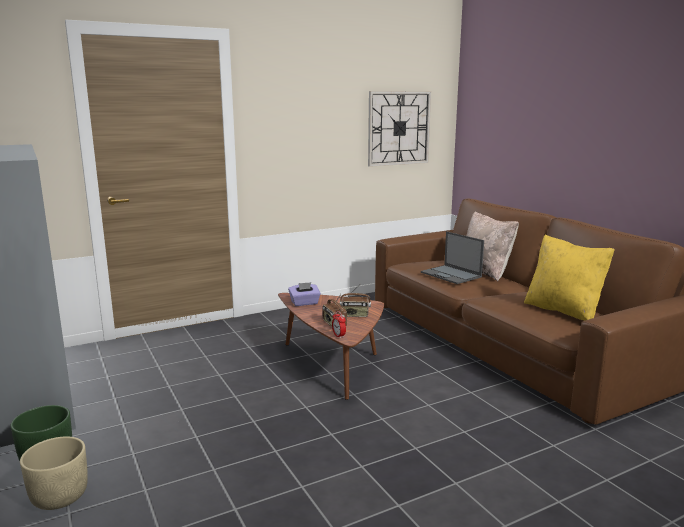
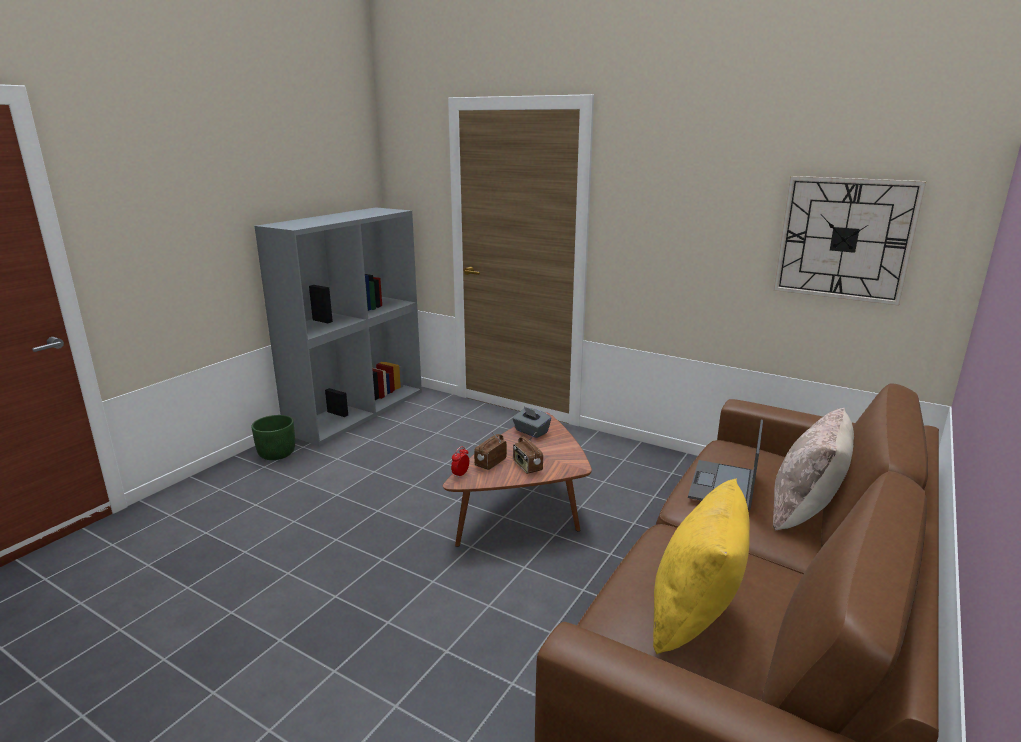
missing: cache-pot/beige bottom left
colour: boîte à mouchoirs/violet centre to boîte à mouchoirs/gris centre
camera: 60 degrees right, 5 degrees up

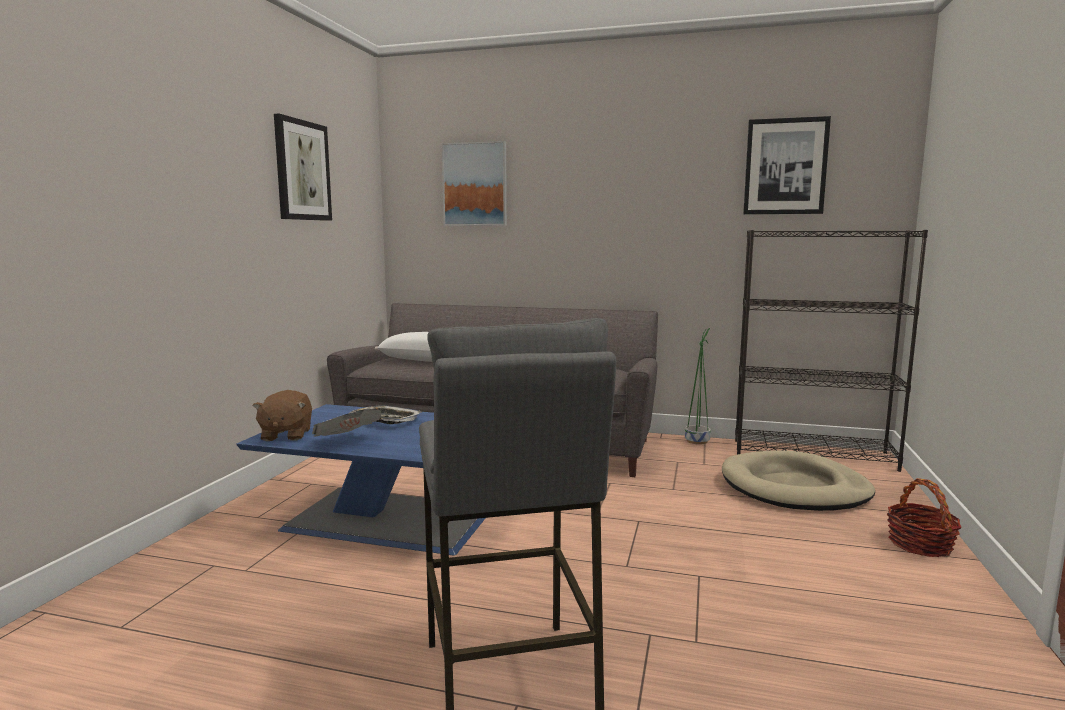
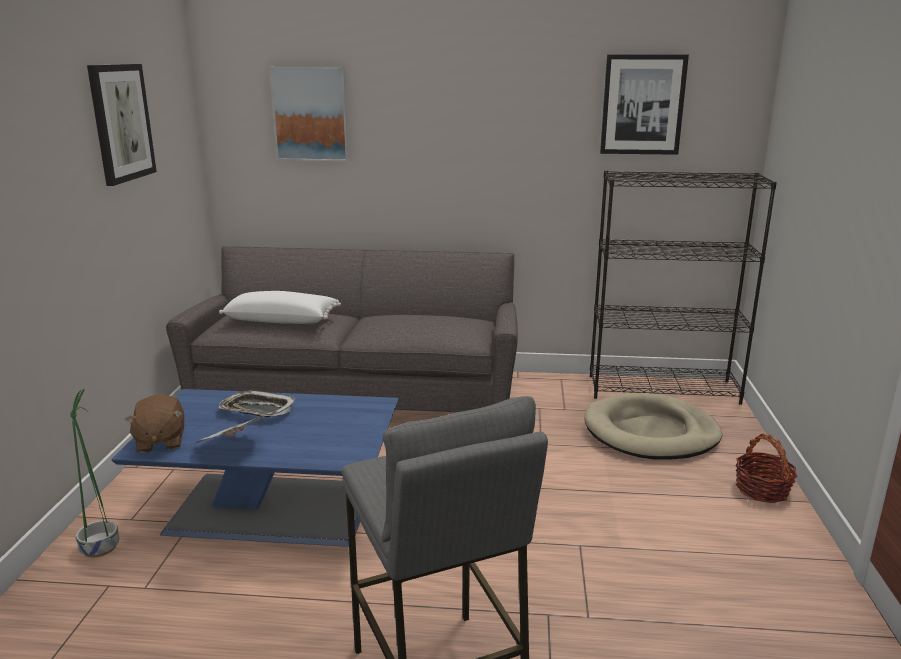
relocated: cache-pot/vert centre to bottom left
camera: 10 degrees left, 10 degrees up

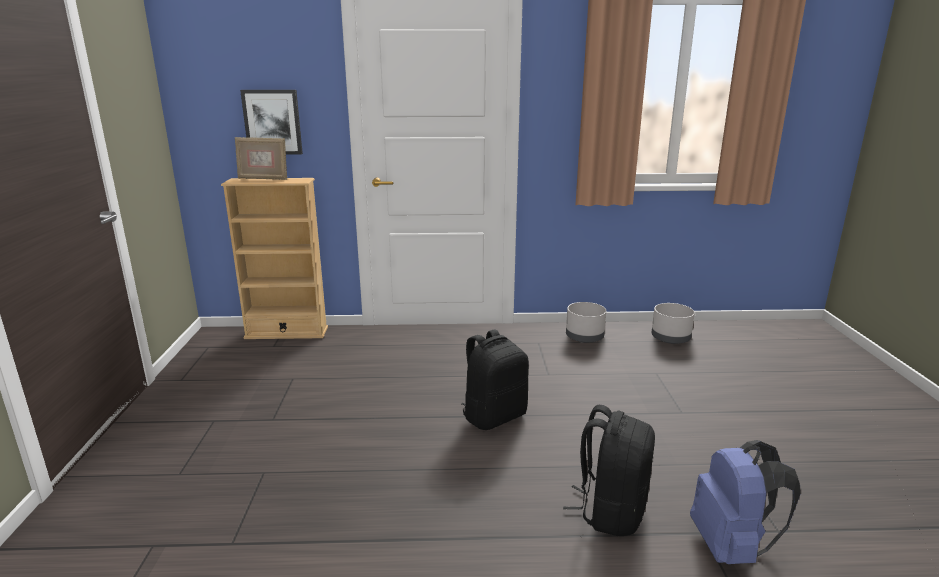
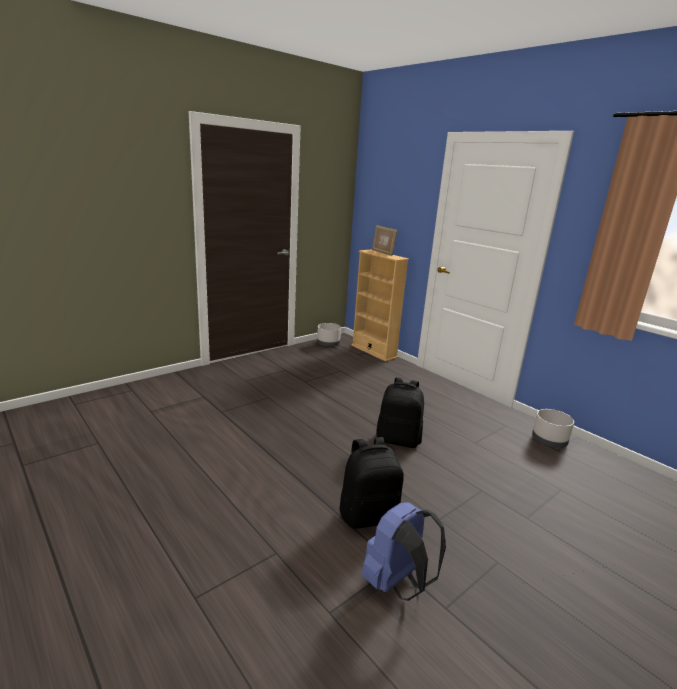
missing: tableau top left
relocated: cache-pot/gris (no. 2 from left in the first image) middle right to cache-pot/gris (no. 1 from left) centre
camera: 50 degrees right, 0 degrees up

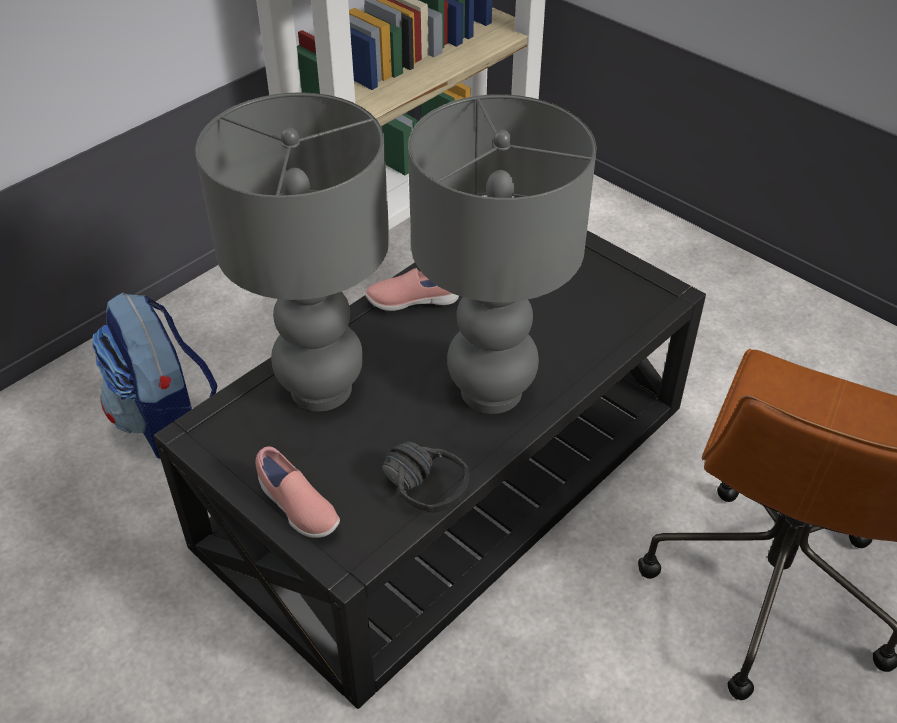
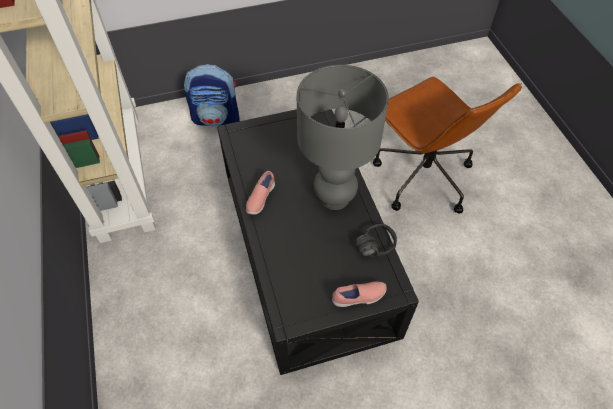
missing: lampe de table/gris (no. 1 from left) middle left
relocated: sac à dos middle left to top centre
camera: 60 degrees left, 10 degrees up

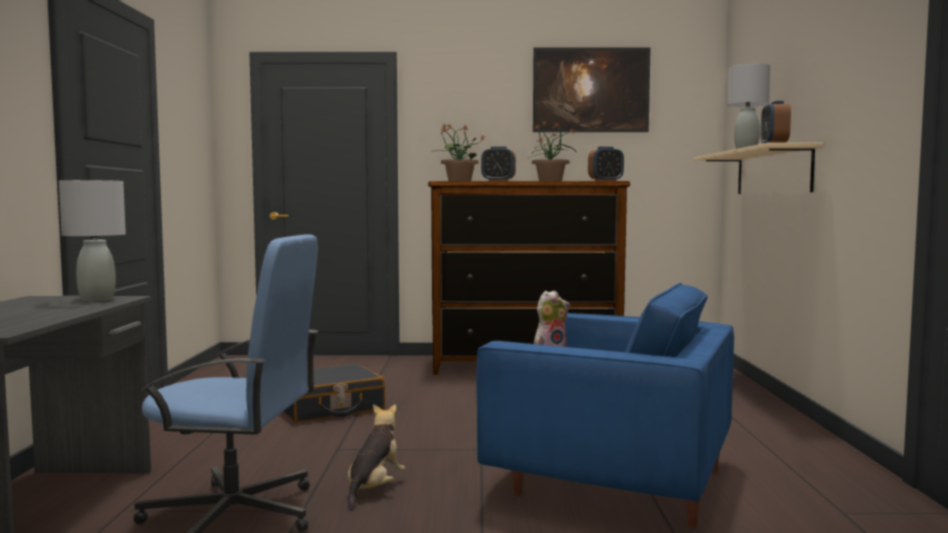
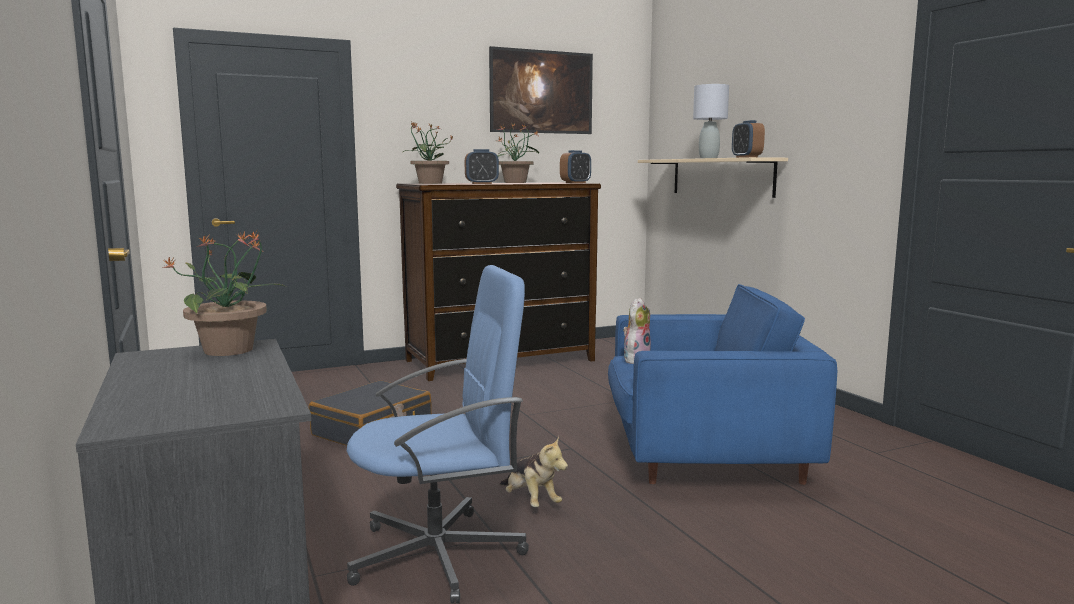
exchanged: lampe de table/gris (no. 1 from left) middle left to plante en pot (no. 1 from left) middle left
spun: peluche (no. 1 from left) bottom centre = bottom centre 150 degrees clockwise
camera: 25 degrees left, 5 degrees up

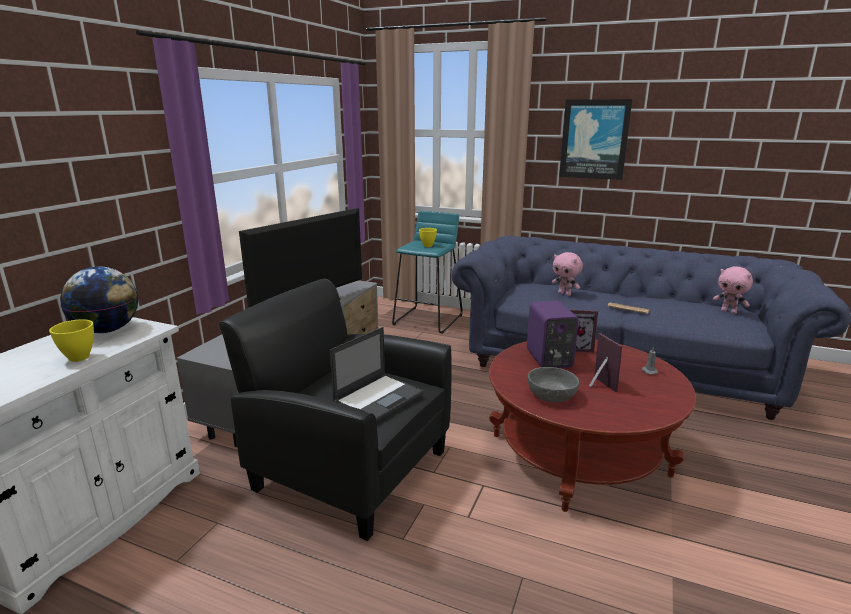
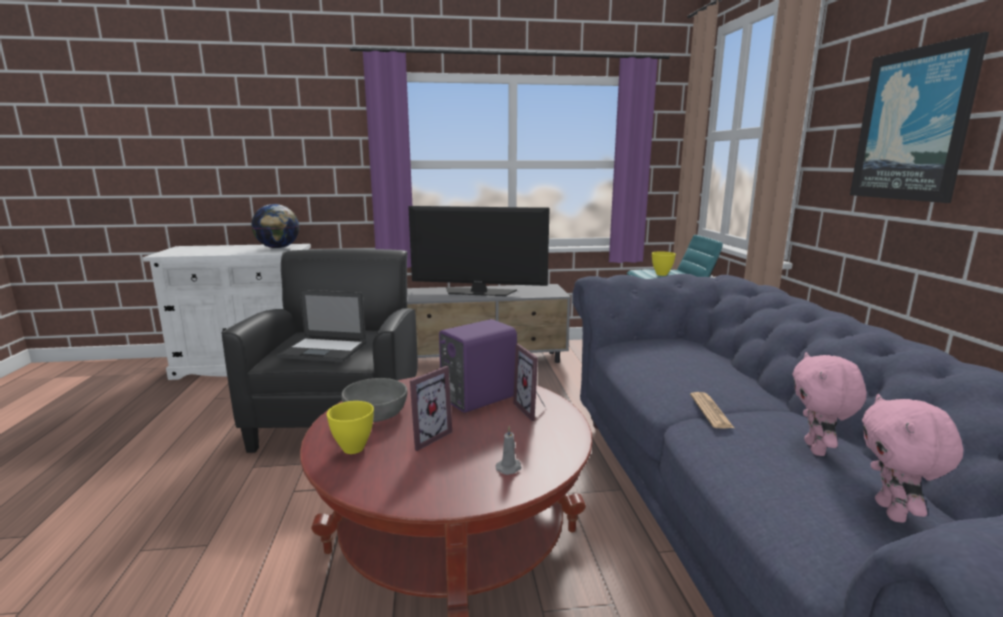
relocated: bol/jaune (no. 1 from left) middle left to bottom centre; peluche/rose (no. 1 from left) centre to middle right
camera: 60 degrees right, 5 degrees down

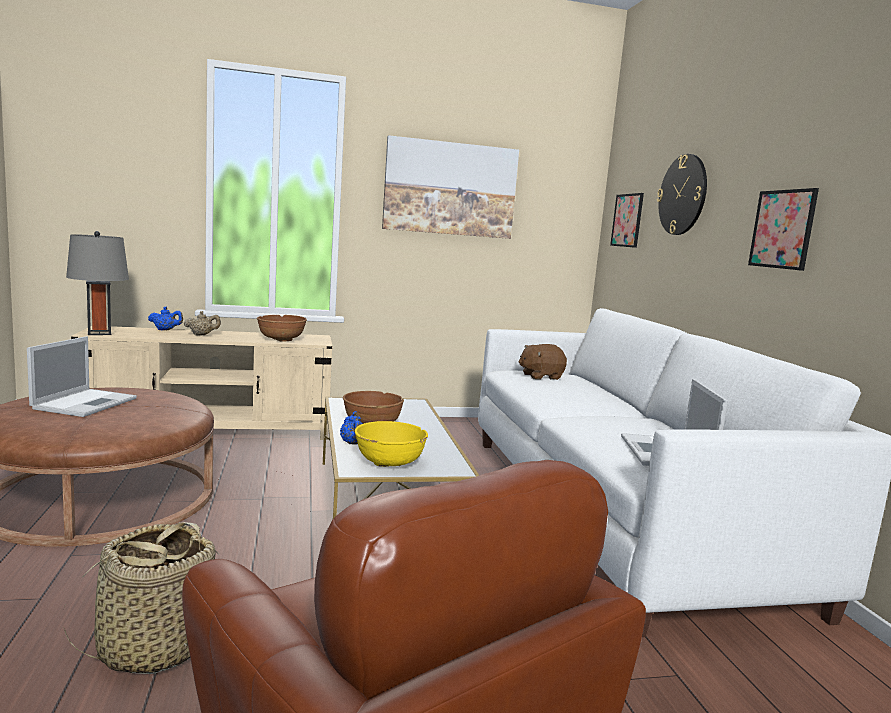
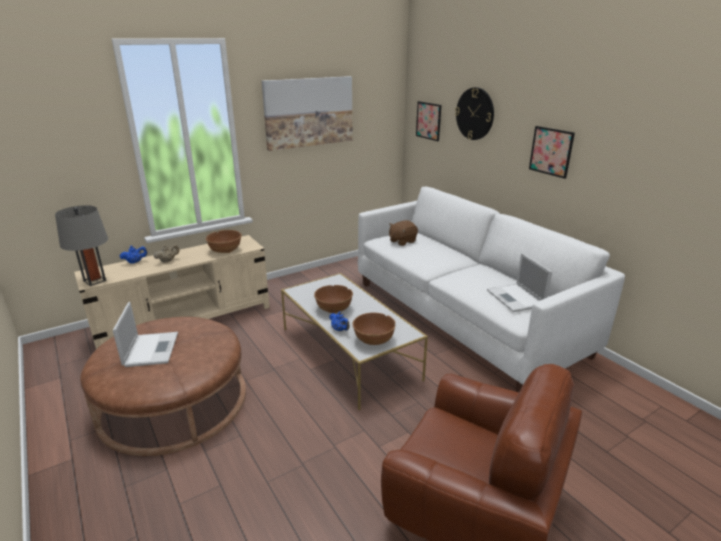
missing: panier bottom left
colour: bol/jaune centre to bol/marron (no. 3 from left) centre
camera: 20 degrees left, 15 degrees up

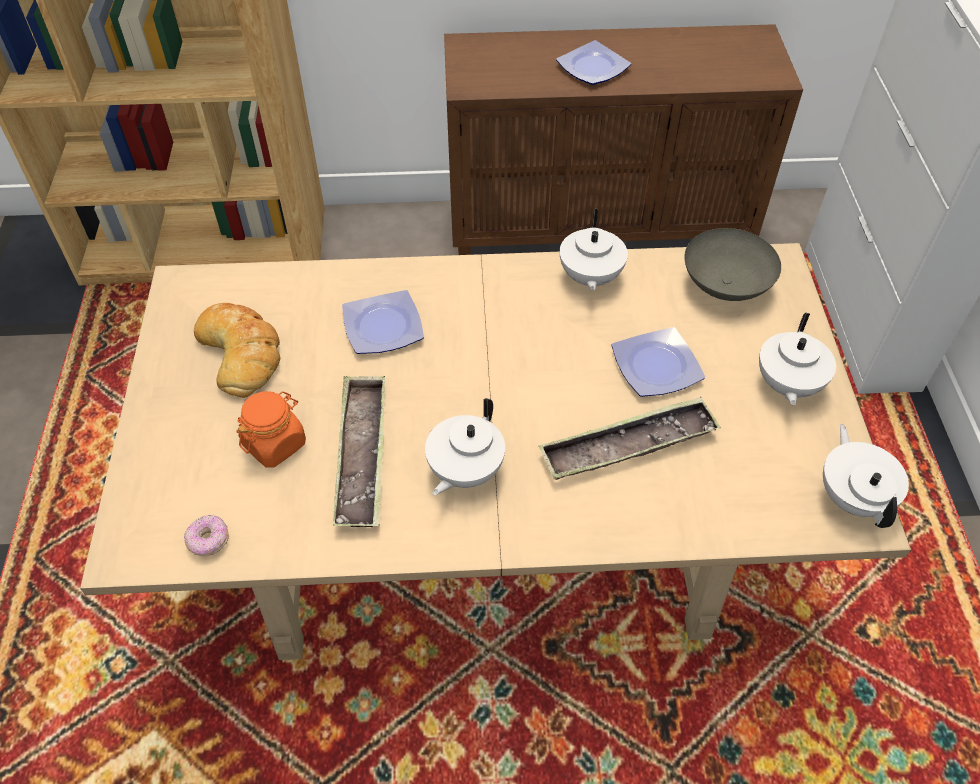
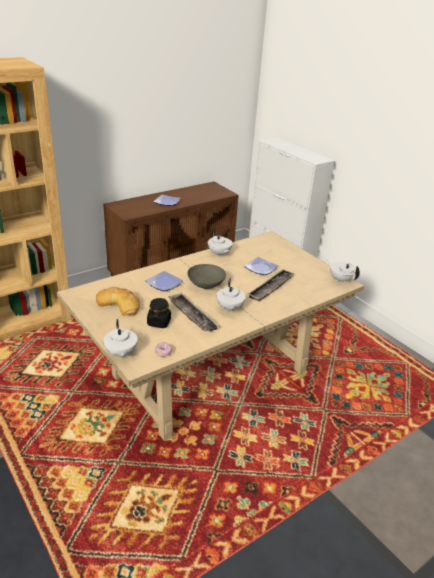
relocated: bol/gris middle right to centre; théière/blanc (no. 3 from left in the first image) middle right to théière/blanc (no. 1 from left) middle left
colour: bocal/orange middle left to bocal/noir centre
camera: 35 degrees left, 20 degrees down

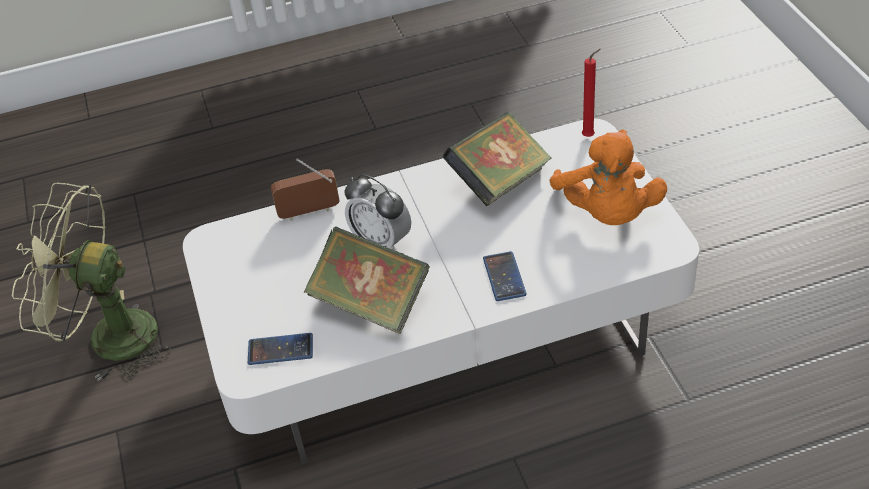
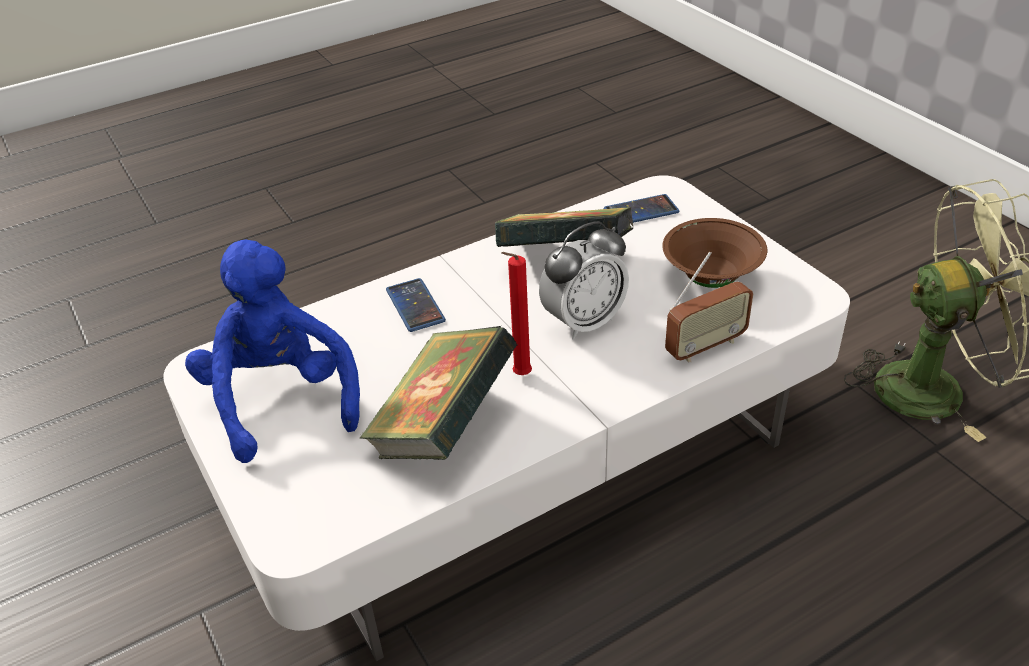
appeared: bol/marron middle right
relocated: bougie/rouge top right to centre
colour: peluche/orange middle right to peluche/bleu middle left
spun: réveil centre = centre 120 degrees clockwise
camera: 165 degrees right, 5 degrees down

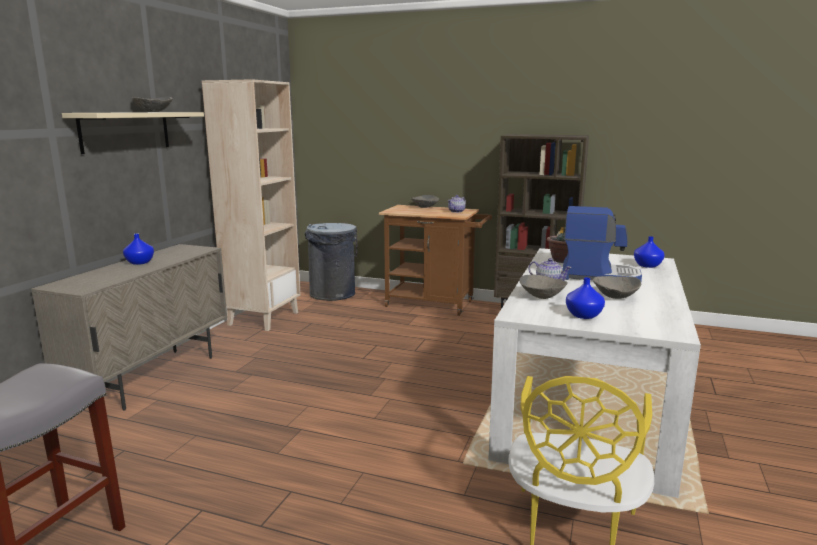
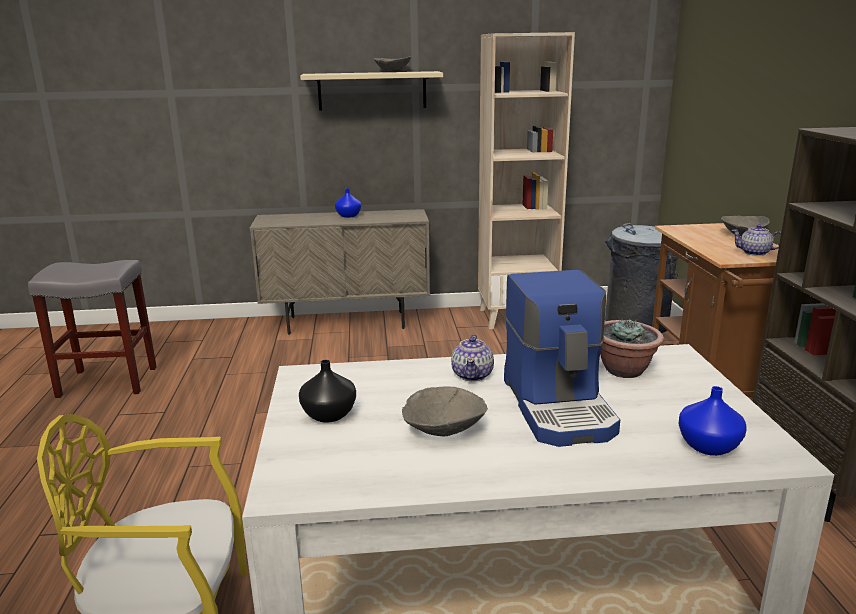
missing: bol/gris (no. 3 from left) centre
colour: vase/bleu (no. 2 from left) middle right to vase/noir centre
camera: 65 degrees right, 5 degrees up

